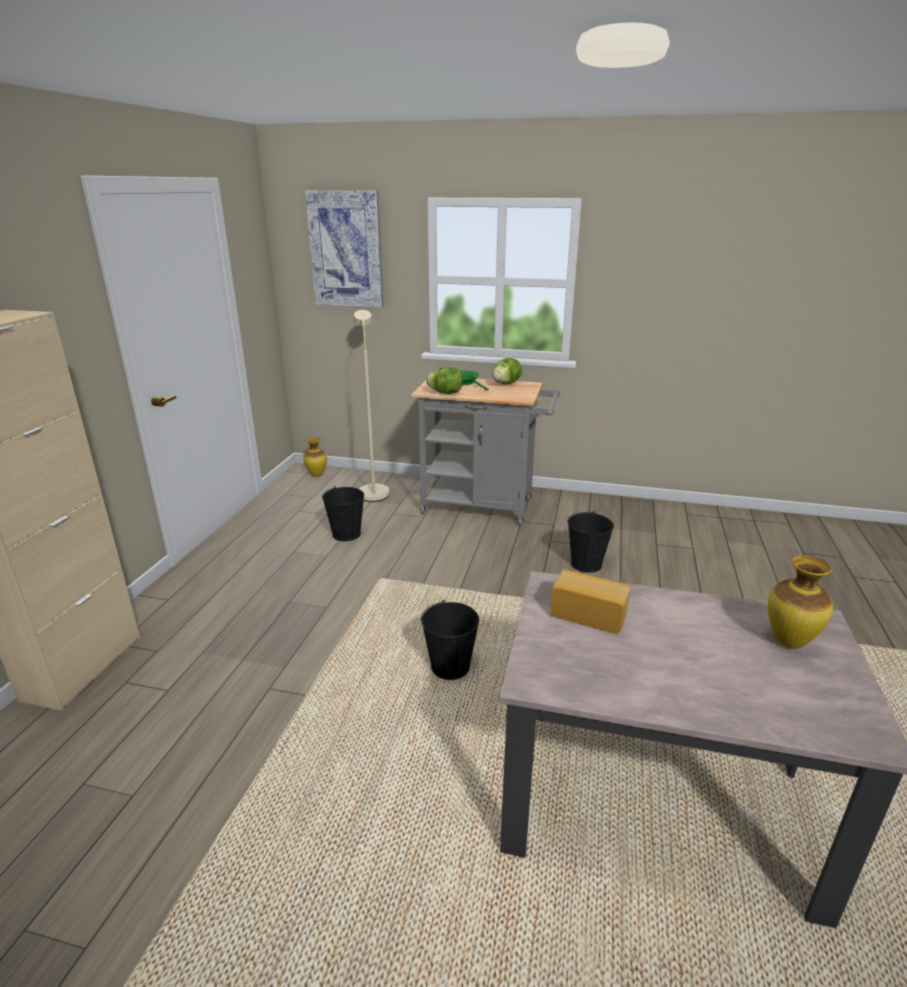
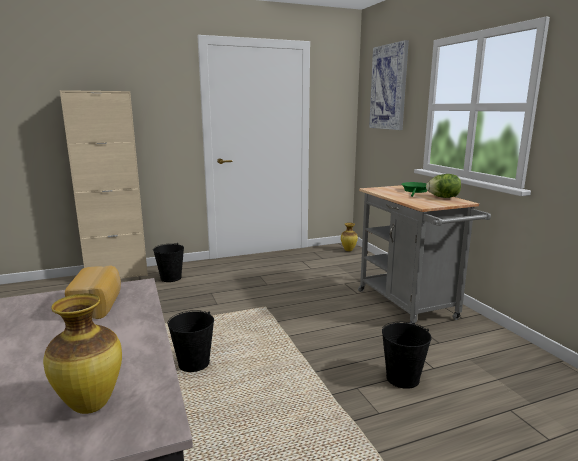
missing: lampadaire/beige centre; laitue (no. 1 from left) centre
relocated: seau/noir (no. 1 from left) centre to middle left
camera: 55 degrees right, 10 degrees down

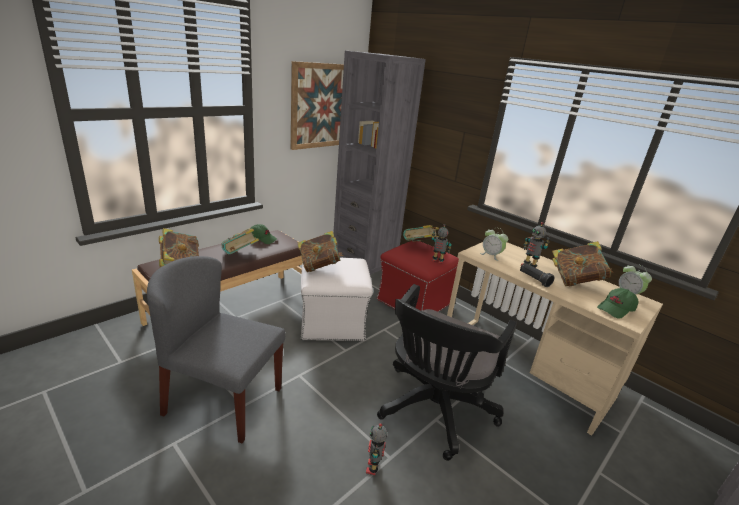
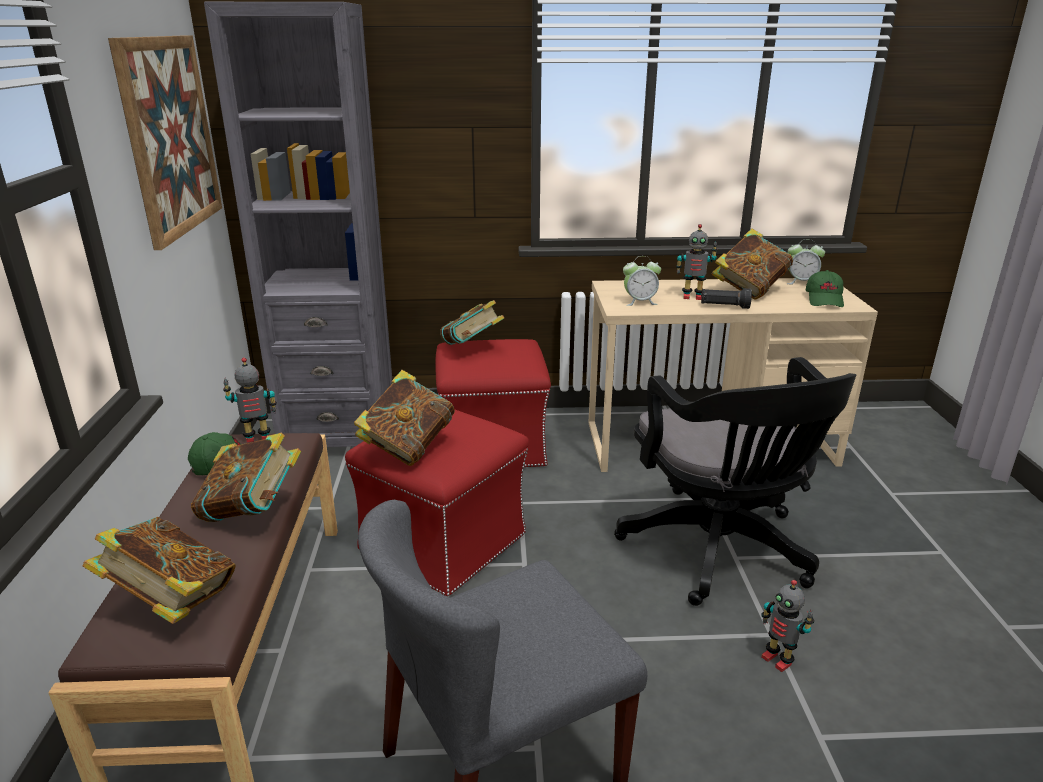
relocated: robot jouet (no. 2 from left in the first image) centre to robot jouet (no. 1 from left) middle left
colour: pouf/blanc centre to pouf/rouge (no. 1 from left) centre
camera: 45 degrees left, 0 degrees up

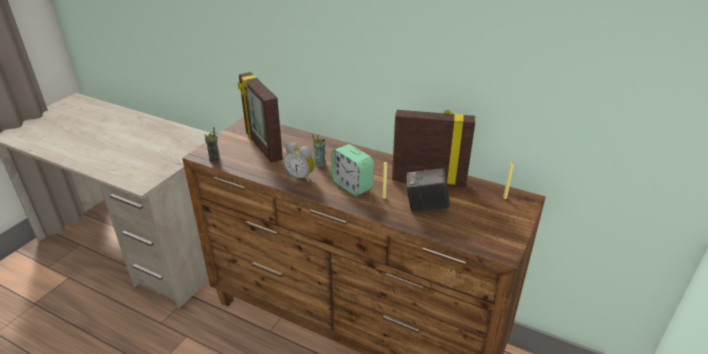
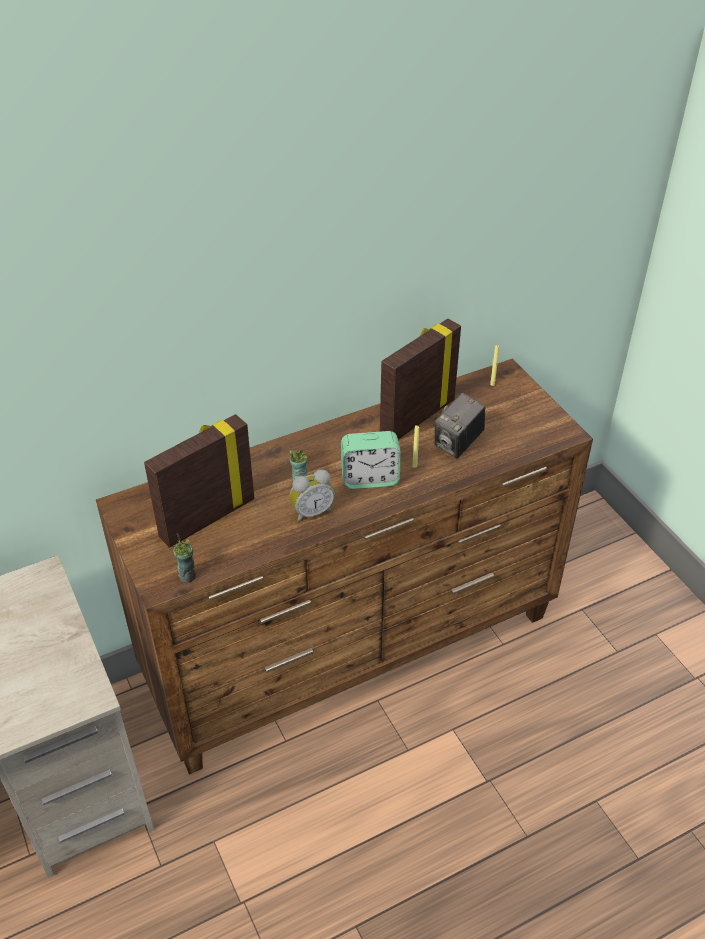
spun: cadre photo (no. 1 from left) top centre = middle left 135 degrees clockwise
camera: 55 degrees left, 10 degrees up

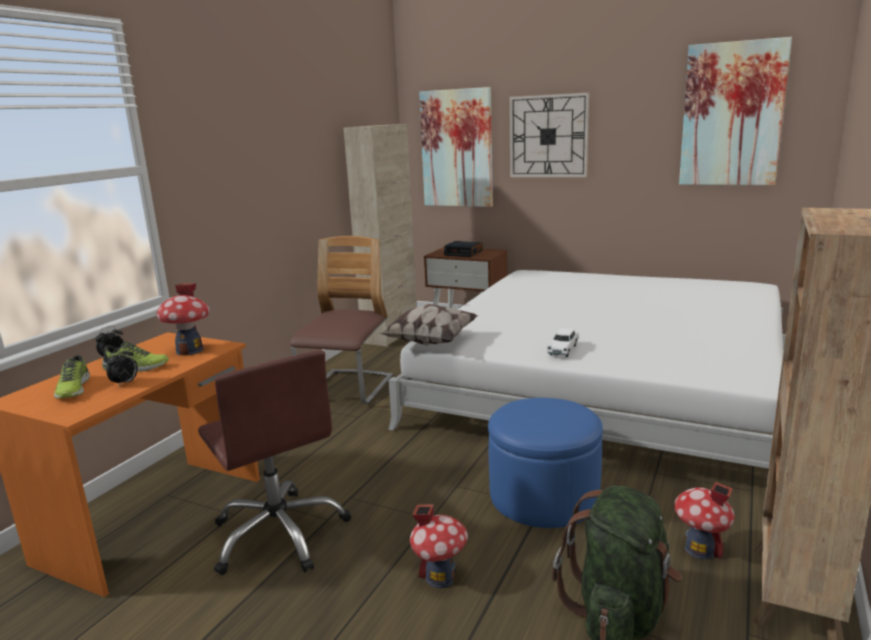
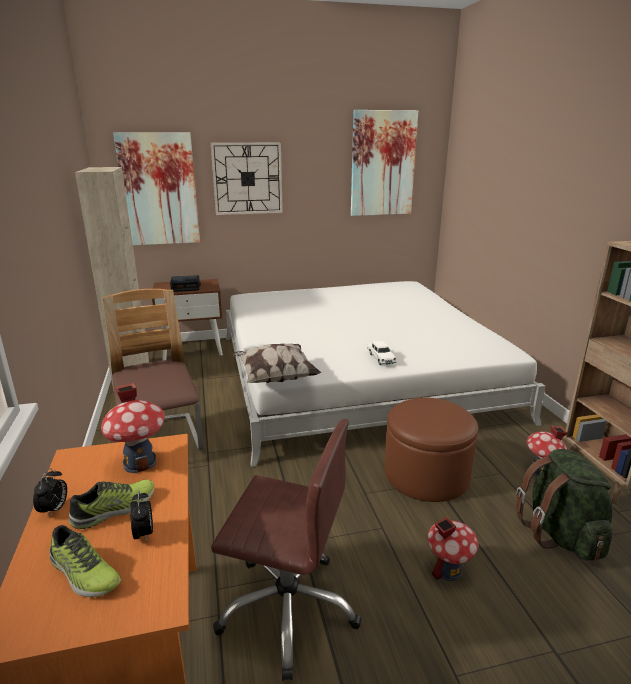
colour: pouf/bleu bottom centre to pouf/marron middle right
camera: 40 degrees left, 5 degrees up

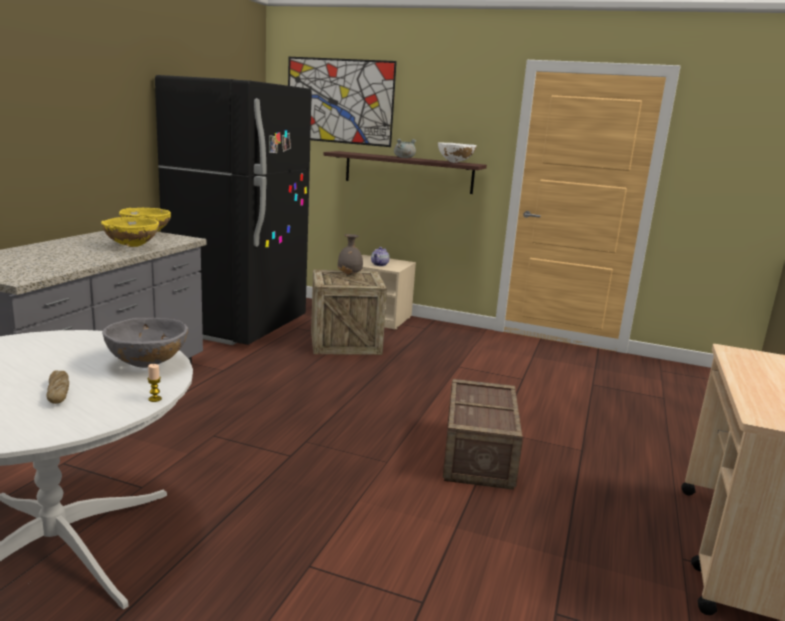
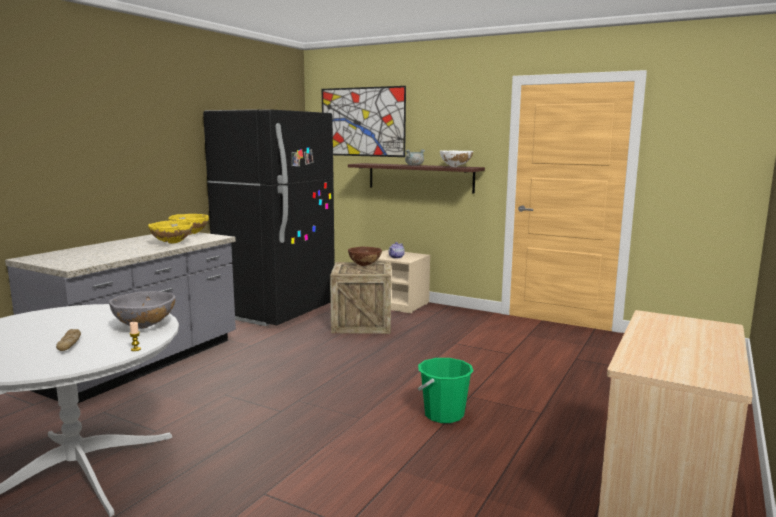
exchanged: vase/gris centre to bol/marron centre; caisse (no. 2 from left) bottom centre to seau/vert bottom centre
camera: 10 degrees right, 5 degrees down

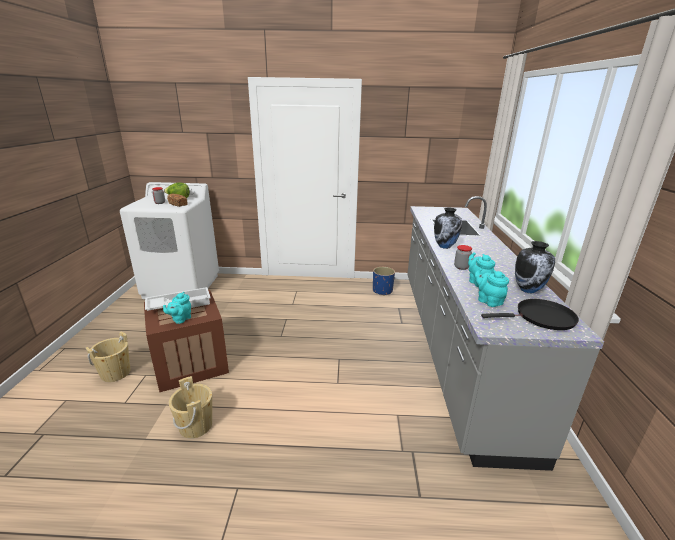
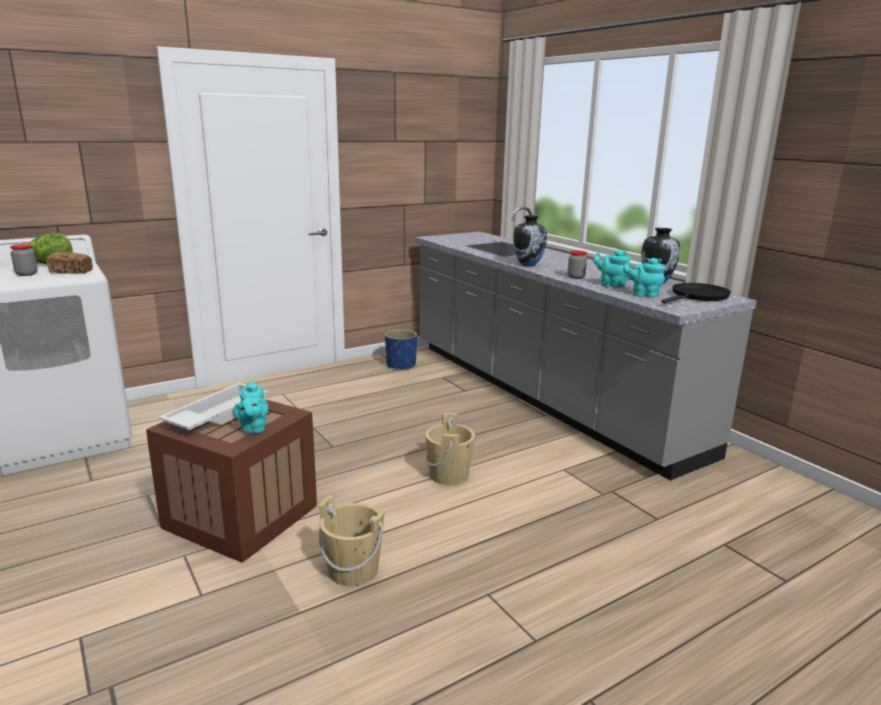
relocated: seau/beige (no. 1 from left in the first image) middle left to seau/beige (no. 2 from left) centre
camera: 35 degrees left, 5 degrees down

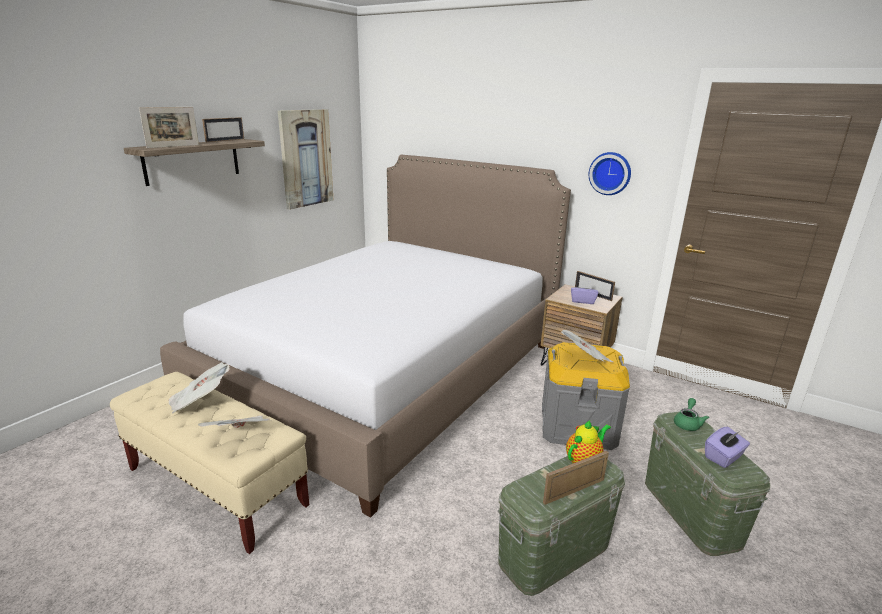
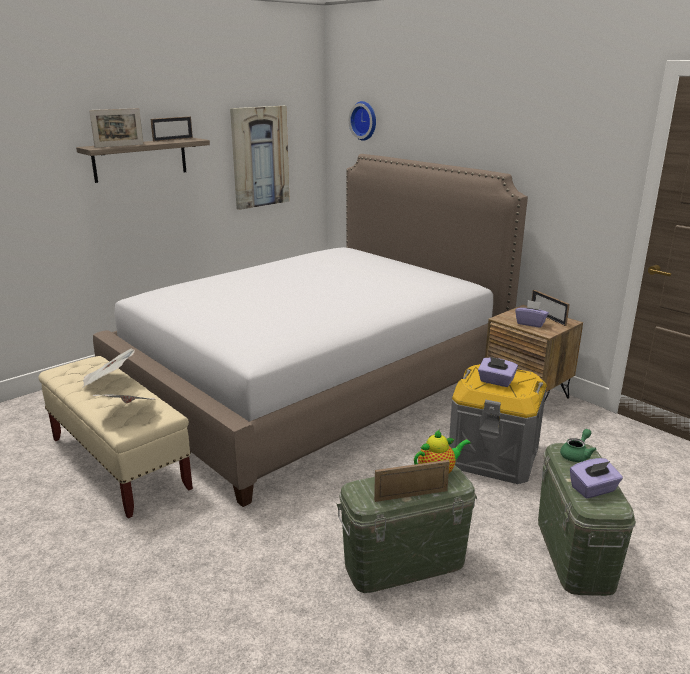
relocated: horloge murale top right to top centre
exchanged: journal (no. 3 from left) centre to boîte à mouchoirs/violet (no. 1 from left) middle right
camera: 15 degrees right, 0 degrees up

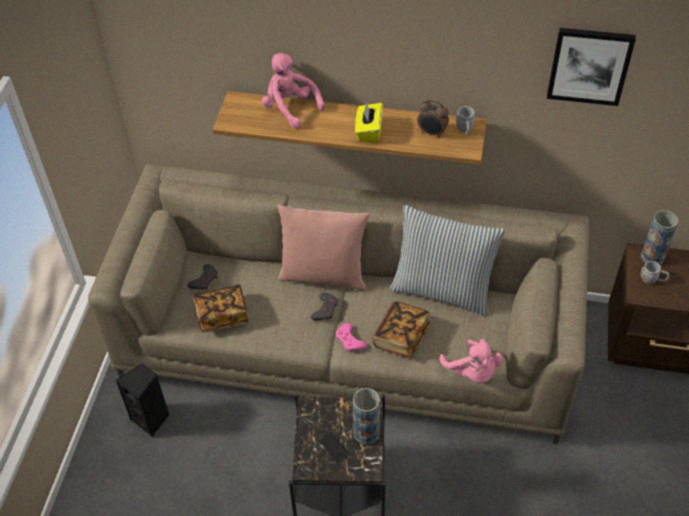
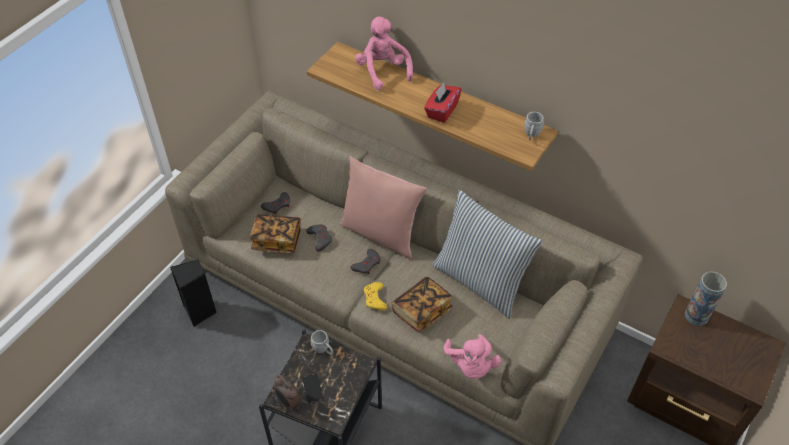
missing: vase (no. 1 from left) bottom centre; tableau top right
appeared: manette/gris (no. 2 from left) centre
relocated: réveil top centre to bottom centre; mug/gris (no. 2 from left in the first image) middle right to mug/gris (no. 1 from left) bottom centre
colour: manette/rose centre to manette/jaune centre; boîte à mouchoirs/jaune top centre to boîte à mouchoirs/rouge top centre
camera: 20 degrees right, 0 degrees up

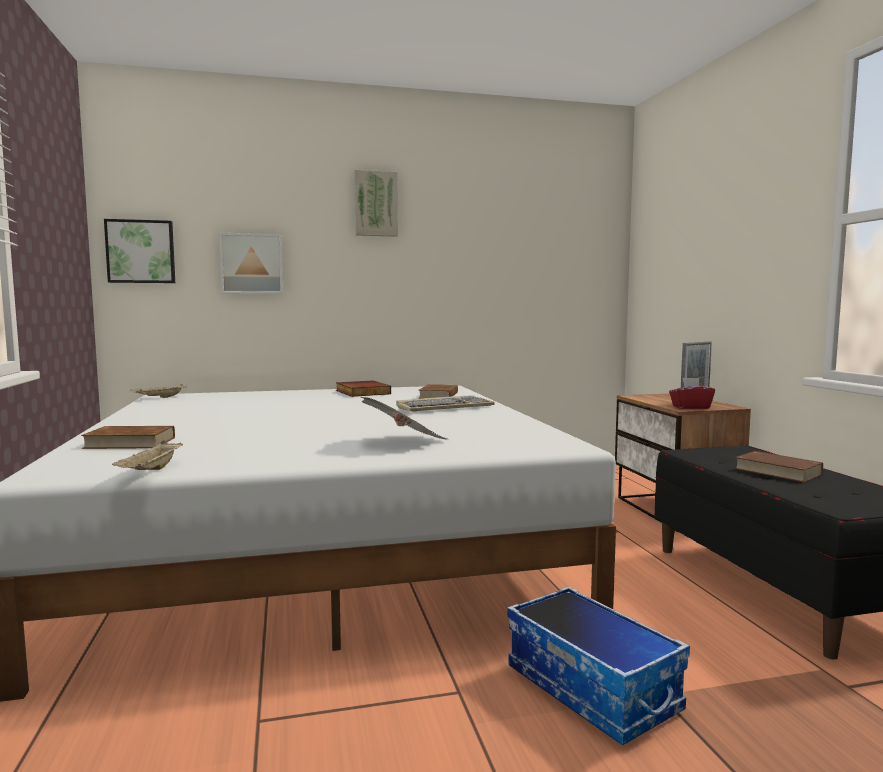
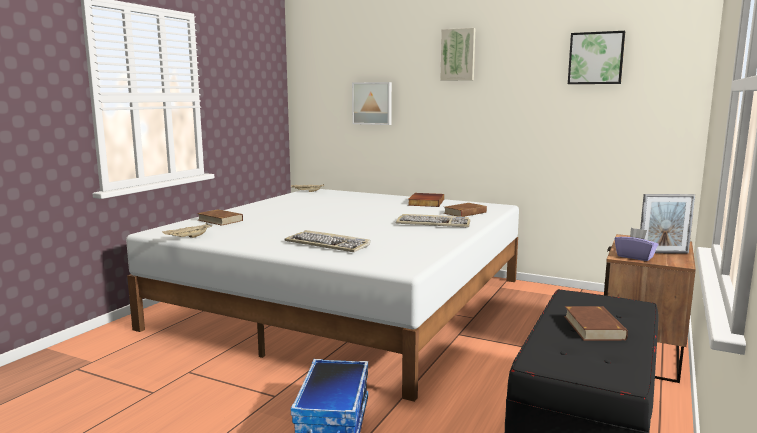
relocated: tableau (no. 1 from left in the first image) top left to tableau (no. 3 from left) top right
exchanged: journal centre to clavier (no. 1 from left) centre
colour: boîte à mouchoirs/rouge middle right to boîte à mouchoirs/violet middle right
camera: 40 degrees right, 5 degrees up

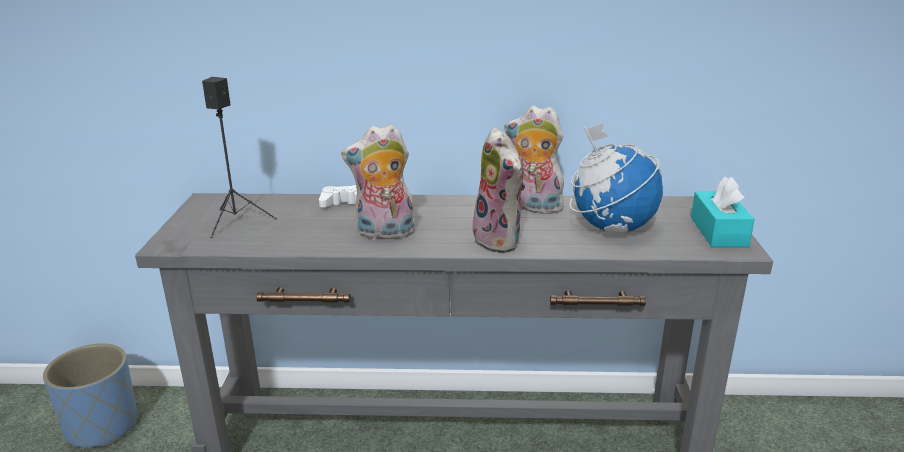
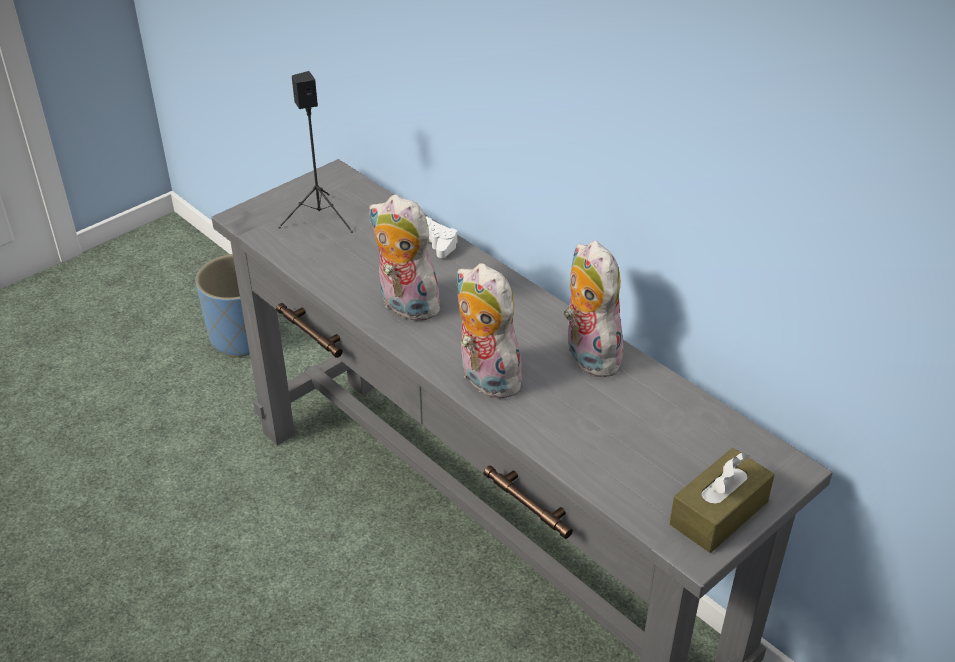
missing: globe middle right
colour: boîte à mouchoirs/turquoise middle right to boîte à mouchoirs/marron bottom right
spun: peluche (no. 2 from left) centre = centre 120 degrees clockwise
camera: 45 degrees right, 15 degrees up

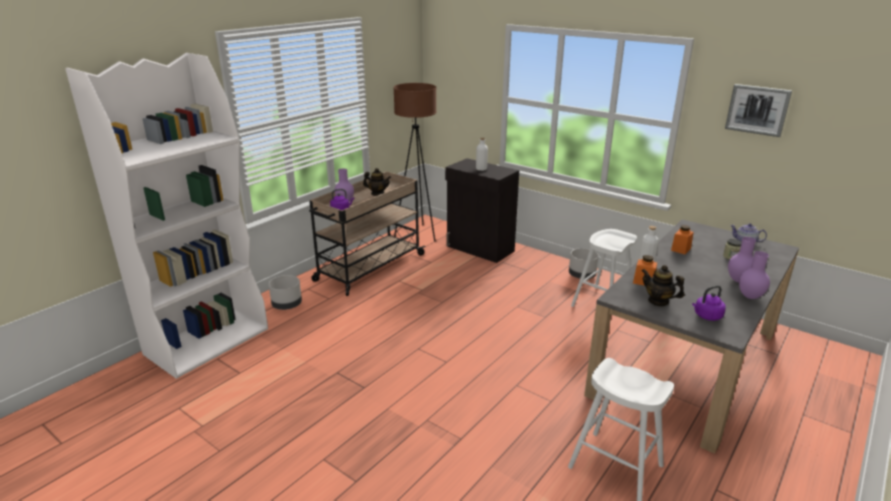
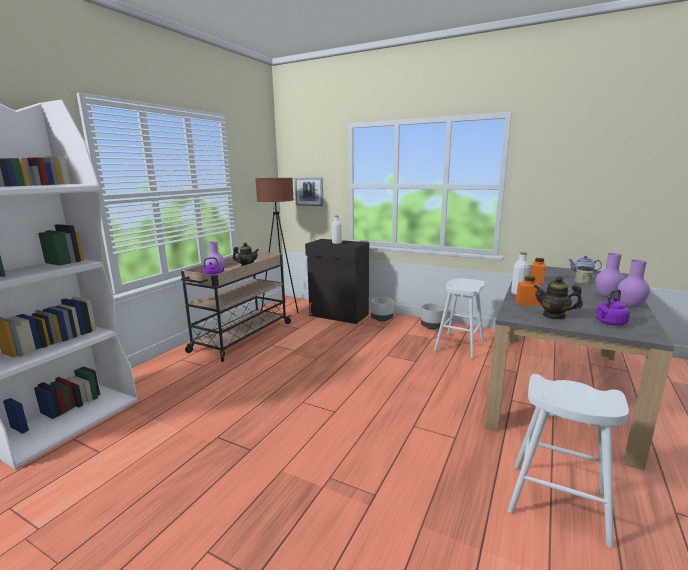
relocated: cache-pot/gris (no. 1 from left) middle left to centre; tableau top right to centre
camera: 10 degrees left, 10 degrees down

